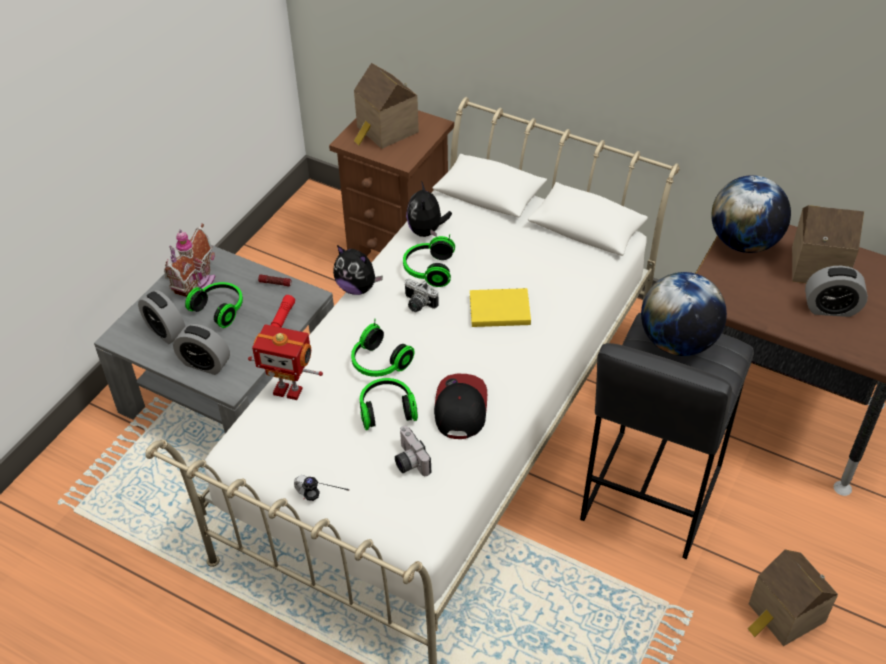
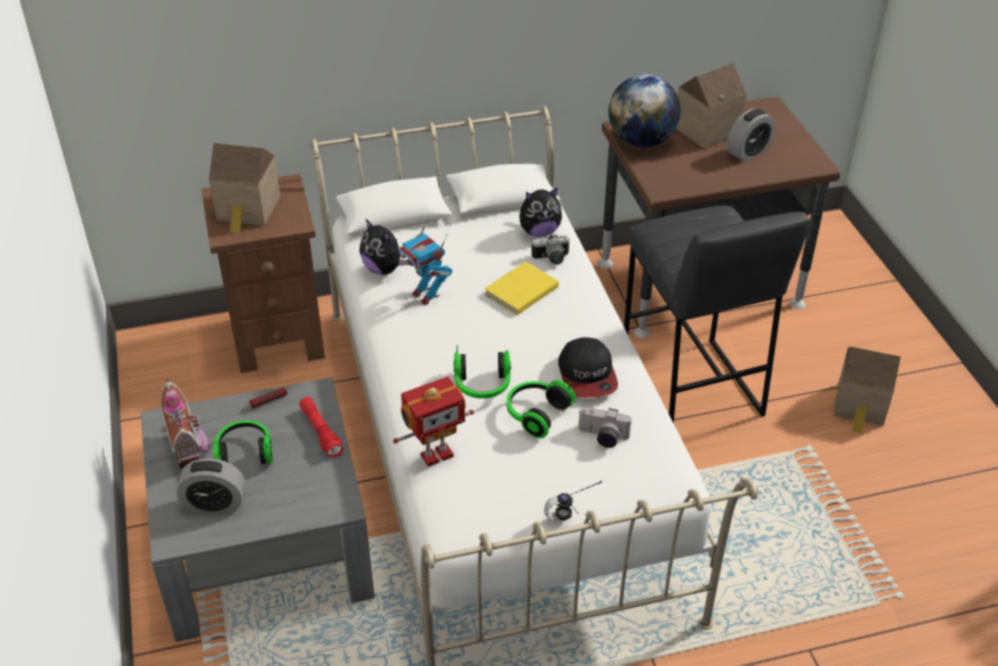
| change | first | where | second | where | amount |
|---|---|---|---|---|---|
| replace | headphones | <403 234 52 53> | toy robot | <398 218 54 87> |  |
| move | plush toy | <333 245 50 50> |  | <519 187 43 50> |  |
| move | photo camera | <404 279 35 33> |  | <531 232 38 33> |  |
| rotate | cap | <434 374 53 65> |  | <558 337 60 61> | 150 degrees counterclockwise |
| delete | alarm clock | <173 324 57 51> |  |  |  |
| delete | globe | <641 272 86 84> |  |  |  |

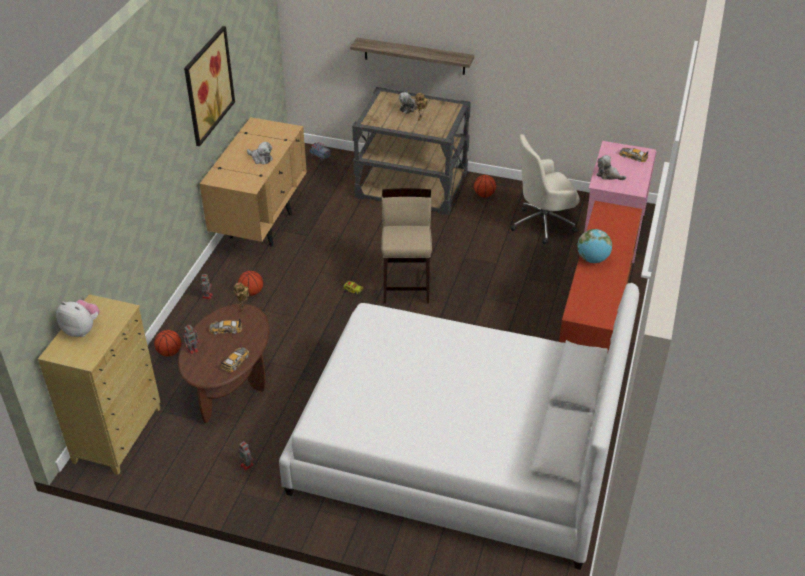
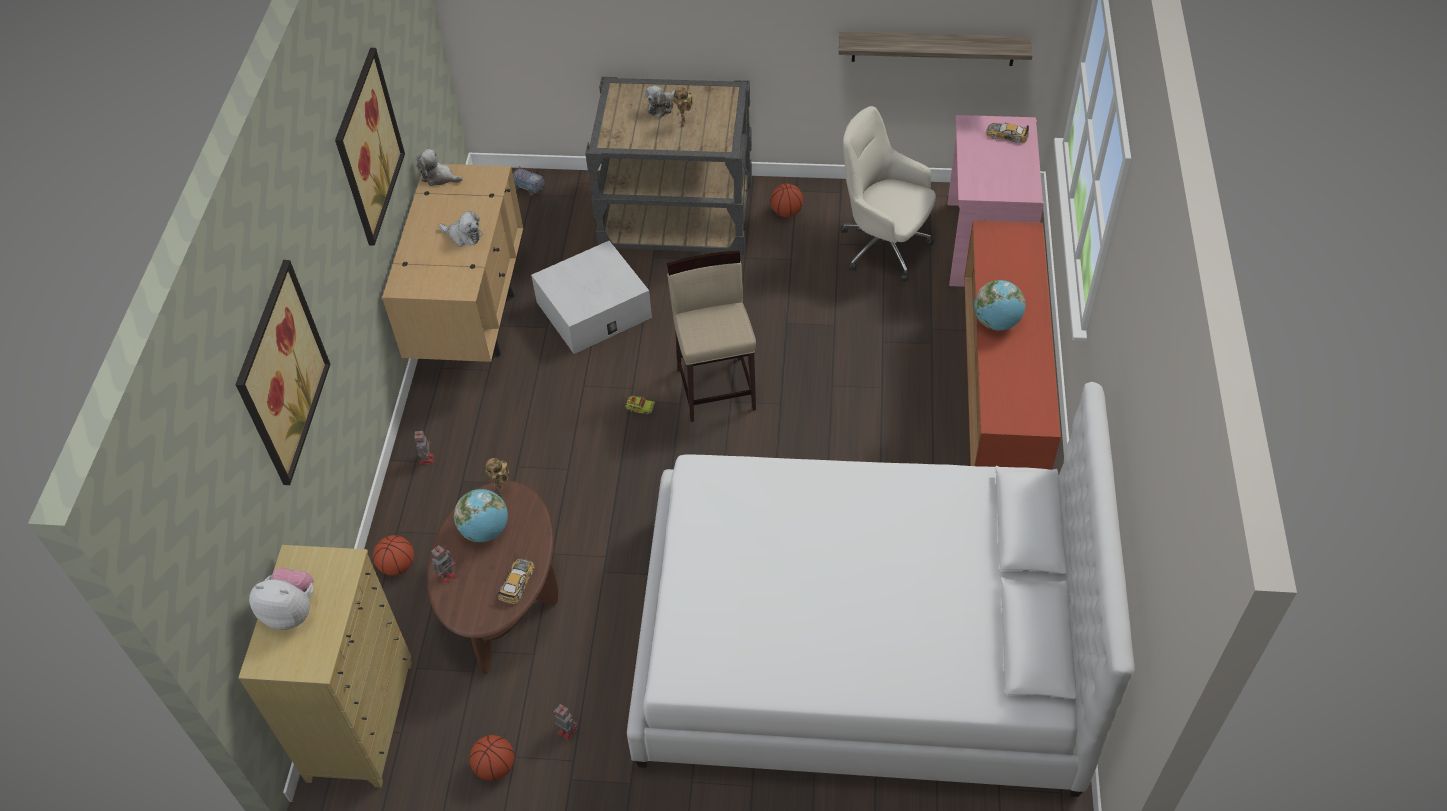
| change | first | where | second | where | amount |
|---|---|---|---|---|---|
| insert |  |  | picture | <235 260 95 225> |  |
| move | plush toy | <597 155 29 25> |  | <417 149 46 37> |  |
| replace | toy car | <209 319 33 15> | globe | <454 489 54 53> |  |
| move | basketball | <238 271 25 25> |  | <469 735 46 46> |  |
| insert |  |  | storage box (white) | <531 241 121 113> |  |
| move | shelf | <350 38 124 37> |  | <838 31 195 35> |  |
| rotate | office chair (beige) | <511 134 69 110> |  | <841 106 95 176> | 60 degrees clockwise |

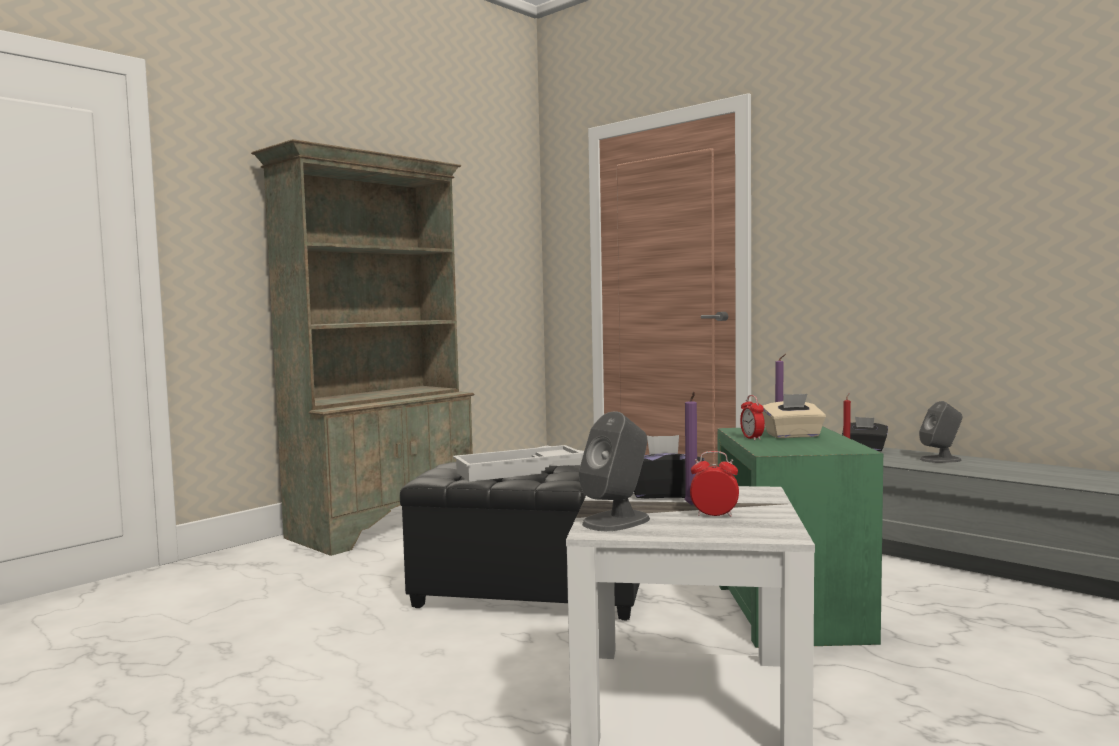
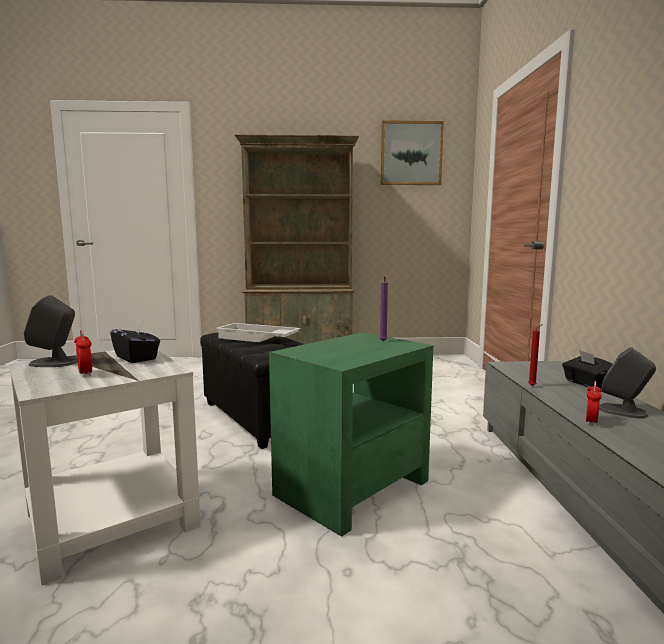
| change | first | where | second | where | amount |
|---|---|---|---|---|---|
| insert |  |  | picture | <381 120 63 65> |  |
| move | alarm clock | <740 395 25 45> |  | <586 381 16 45> |  |
| delete | candle (purple) | <684 392 13 114> |  |  |  |
| delete | tissue box (beige) | <762 394 64 44> |  |  |  |

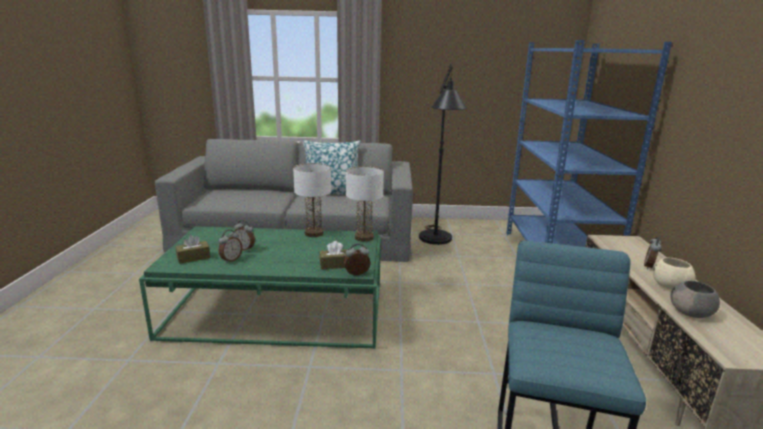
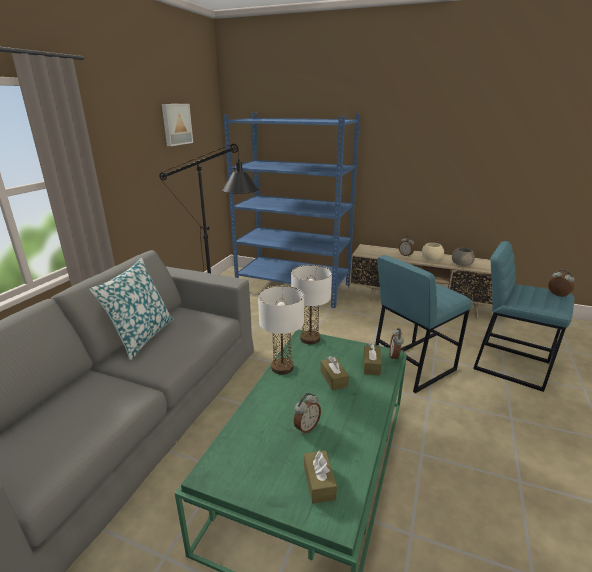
| change | first | where | second | where | amount |
|---|---|---|---|---|---|
| insert |  |  | picture | <162 104 31 42> |  |
| insert |  |  | tissue box (brown) | <320 356 29 35> |  |
| insert |  |  | stool (blue) | <375 255 97 138> |  |
| move | alarm clock | <218 229 24 34> |  | <548 270 26 27> |  |

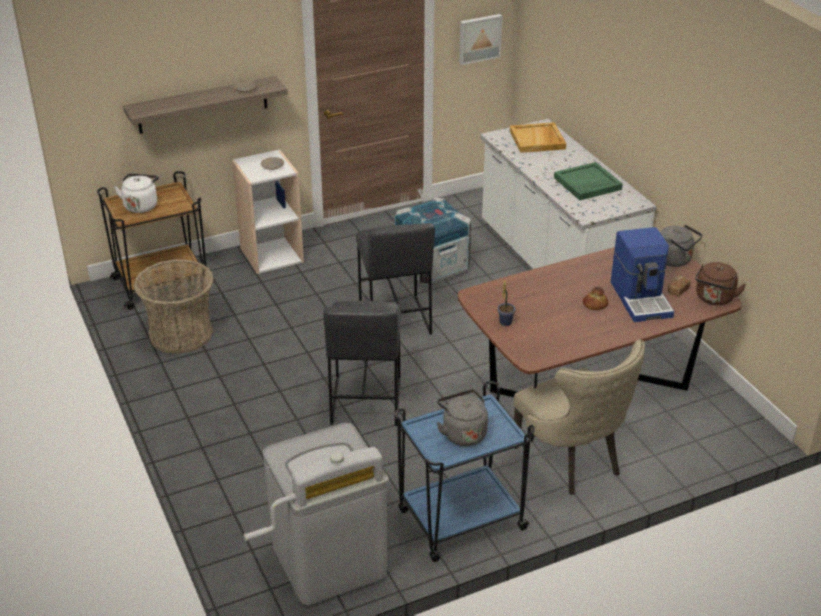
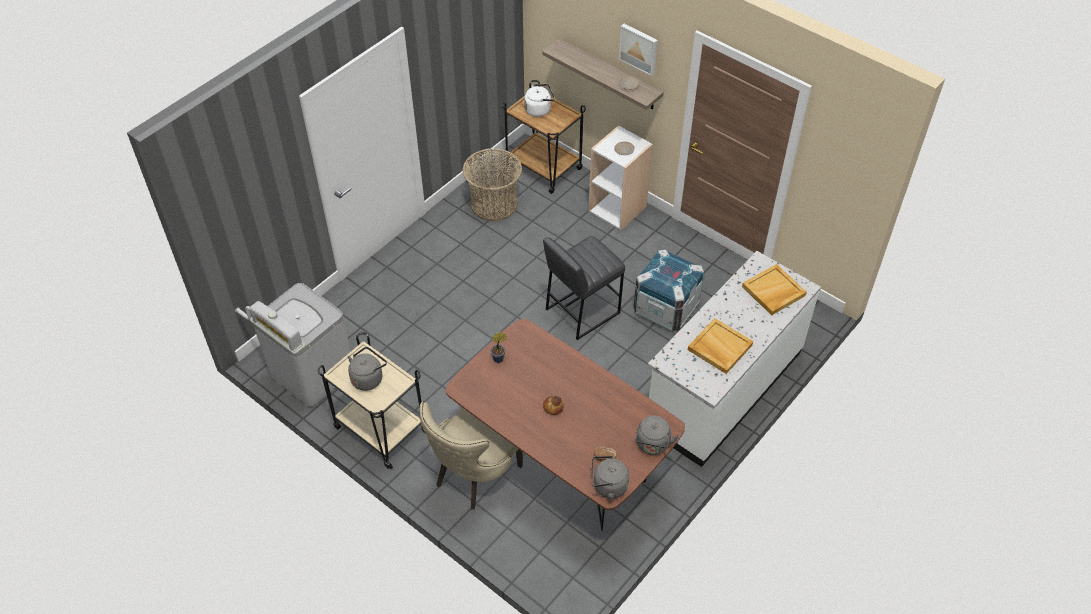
| change | first | where | second | where | amount |
|---|---|---|---|---|---|
| recolor | cart (blue) | <395 381 140 181> | cart (beige) | <318 332 107 137> |  |
| recolor | kettle (brown) | <695 262 51 43> | kettle (grey) | <591 456 38 44> |  |
| move | picture | <459 14 43 51> |  | <619 24 39 52> |  |
| recolor | tray (green) | <554 162 69 38> | tray (beige) | <688 318 65 56> |  |
| delete | stool (grey) | <323 301 78 125> |  |  |  |
| delete | coffee machine | <611 227 63 95> |  |  |  |

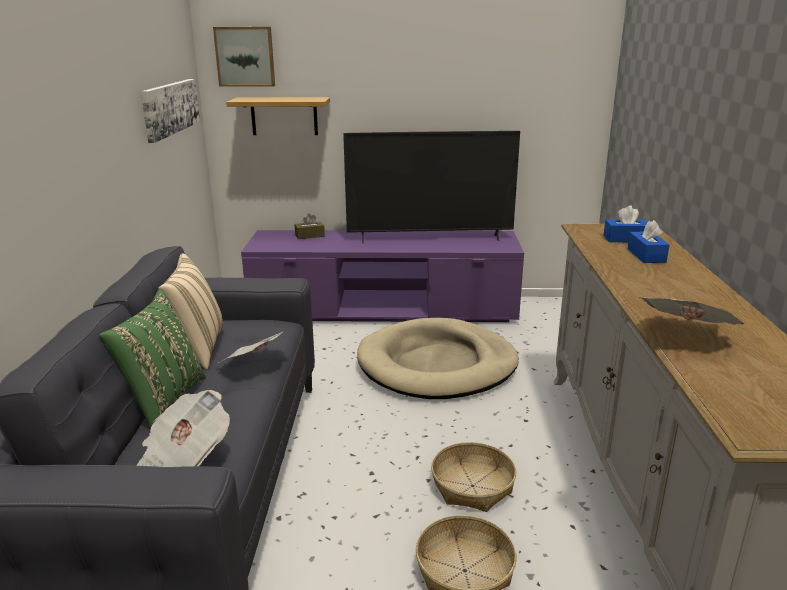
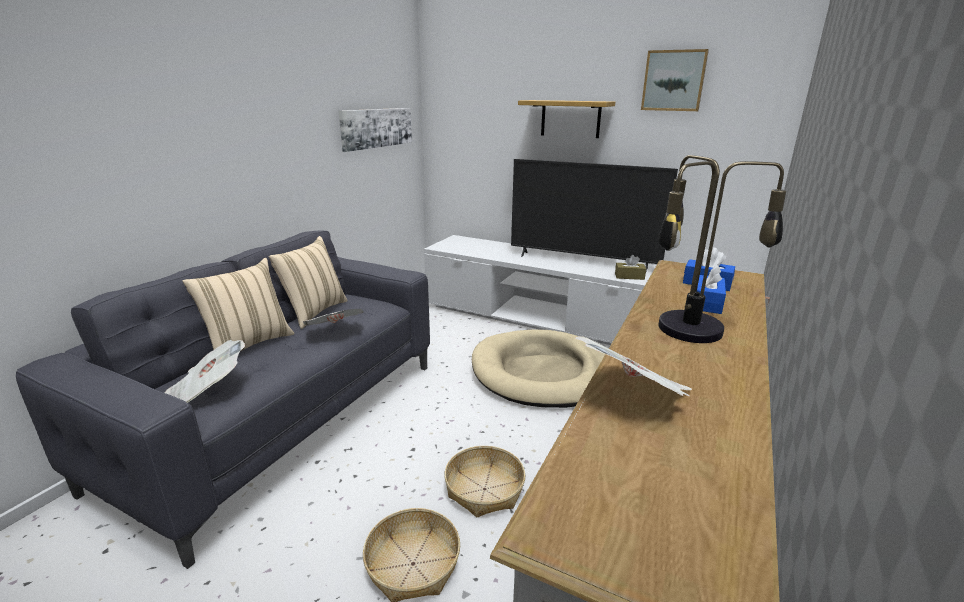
| change | first | where | second | where | amount |
|---|---|---|---|---|---|
| recolor | pillow (green) | <99 290 107 140> | pillow (beige) | <182 258 113 93> |  |
| recolor | tv stand (purple) | <241 230 283 92> | tv stand (white) | <424 235 232 110> |  |
| move | shelf | <226 97 104 38> |  | <518 100 97 38> |  |
| move | tissue box (brown) | <295 214 30 25> |  | <615 255 31 25> |  |
| move | picture | <213 27 62 60> |  | <641 49 68 62> |  |
| insert |  |  | table lamp | <658 155 128 188> |  |

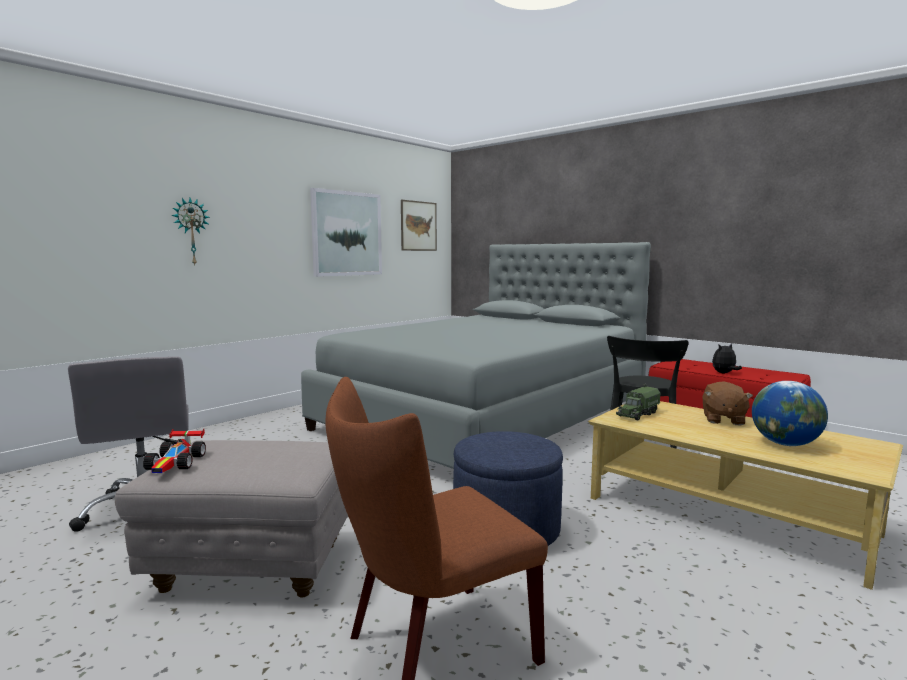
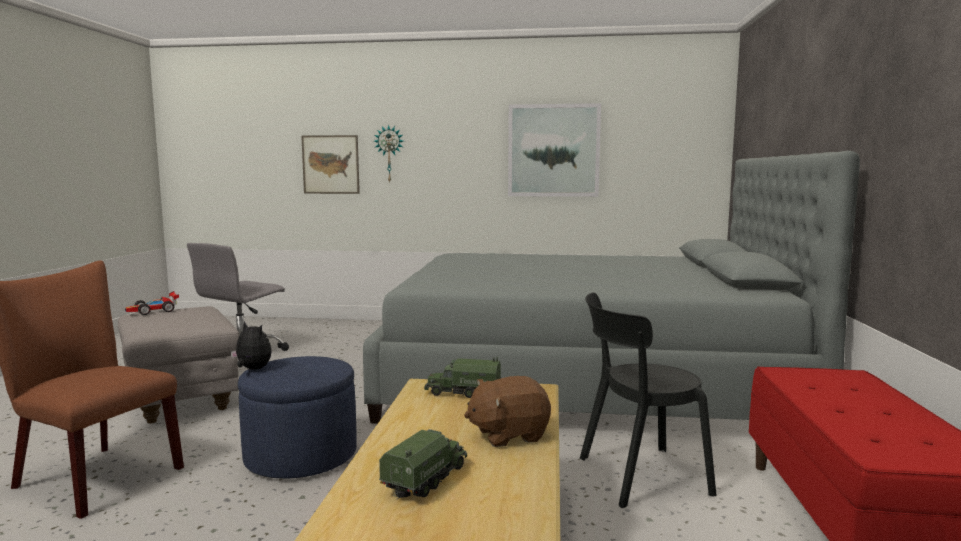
| change | first | where | second | where | amount |
|---|---|---|---|---|---|
| move | plush toy | <712 343 30 30> |  | <231 321 41 49> |  |
| move | picture | <401 200 36 51> |  | <301 135 59 59> |  |
| replace | globe | <752 381 76 65> | toy truck | <379 429 88 71> |  |

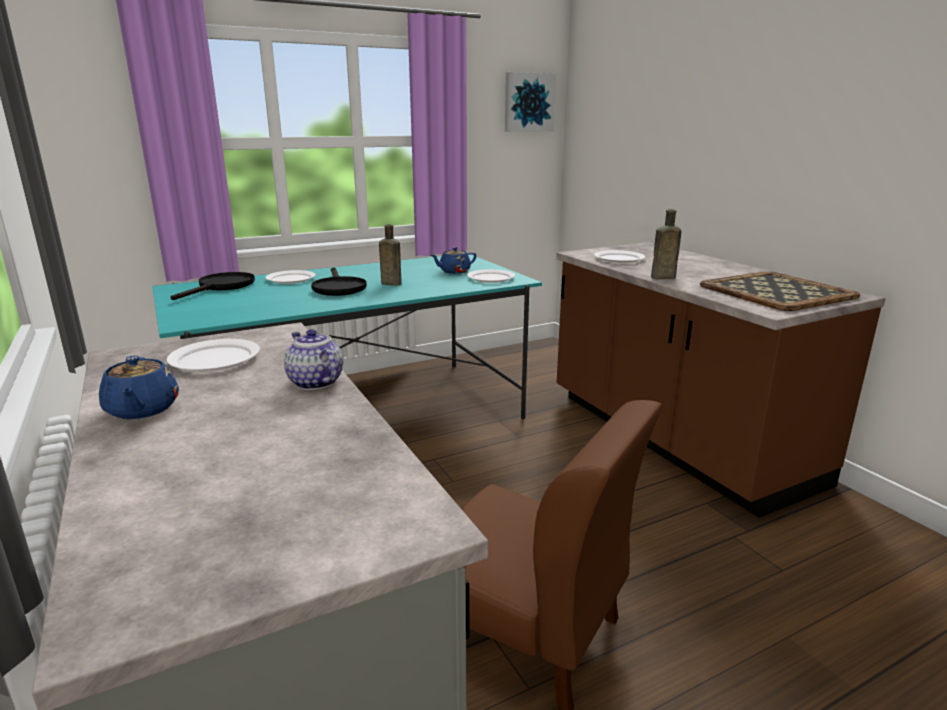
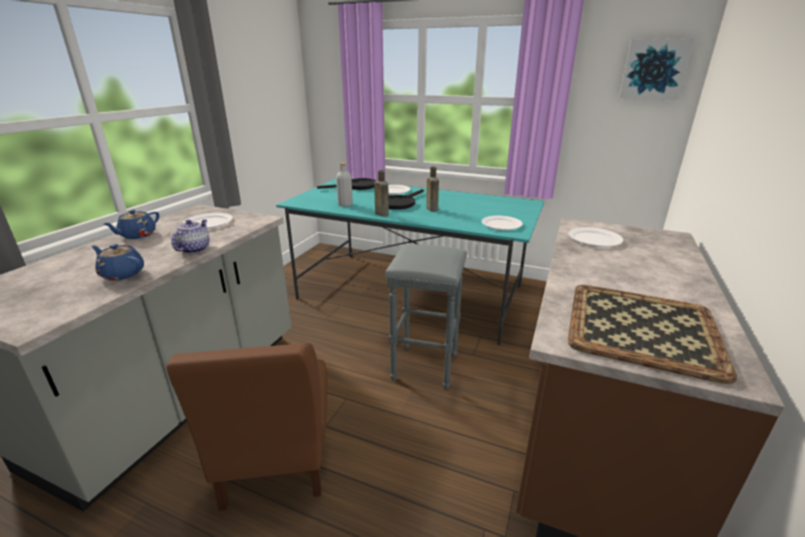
| change | first | where | second | where | amount |
|---|---|---|---|---|---|
| move | teapot (blue) | <431 247 45 27> |  | <92 244 52 37> |  |
| insert |  |  | bottle (grey) | <336 163 17 44> |  |
| move | bottle (brown) | <651 209 30 70> |  | <374 170 15 47> |  |
| insert |  |  | stool (grey) | <385 244 82 146> |  |

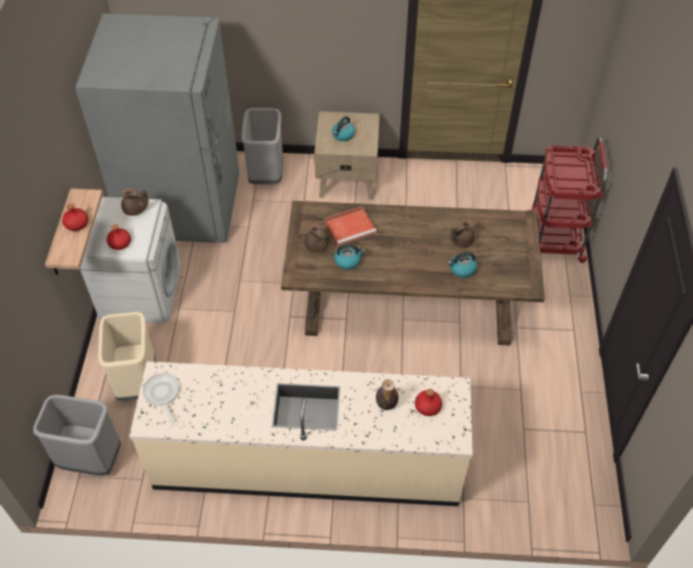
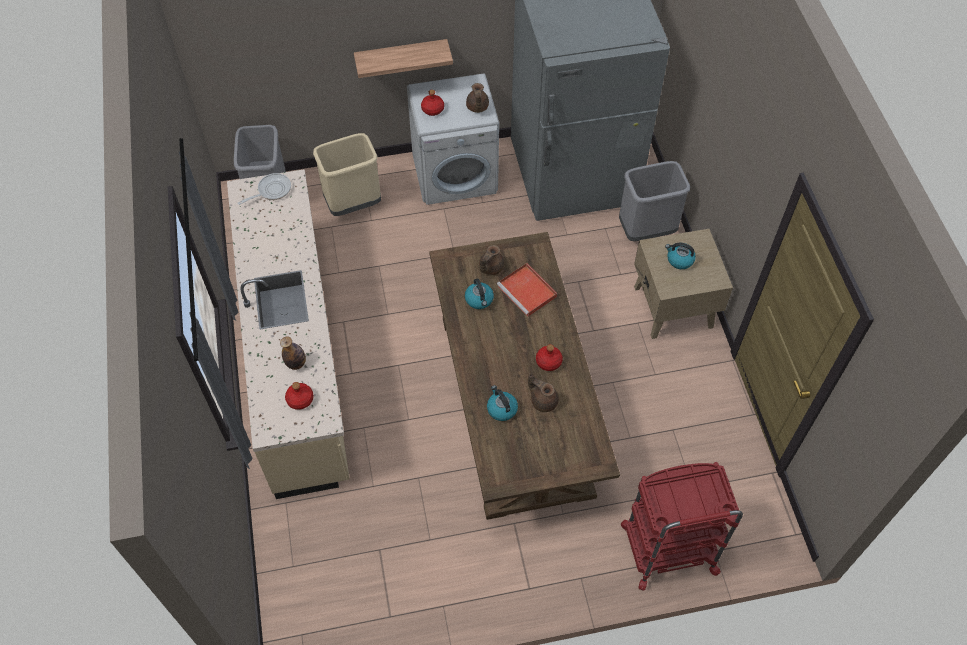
| change | first | where | second | where | amount |
|---|---|---|---|---|---|
| move | bottle (red) | <62 203 27 28> |  | <536 344 27 27> |  |

